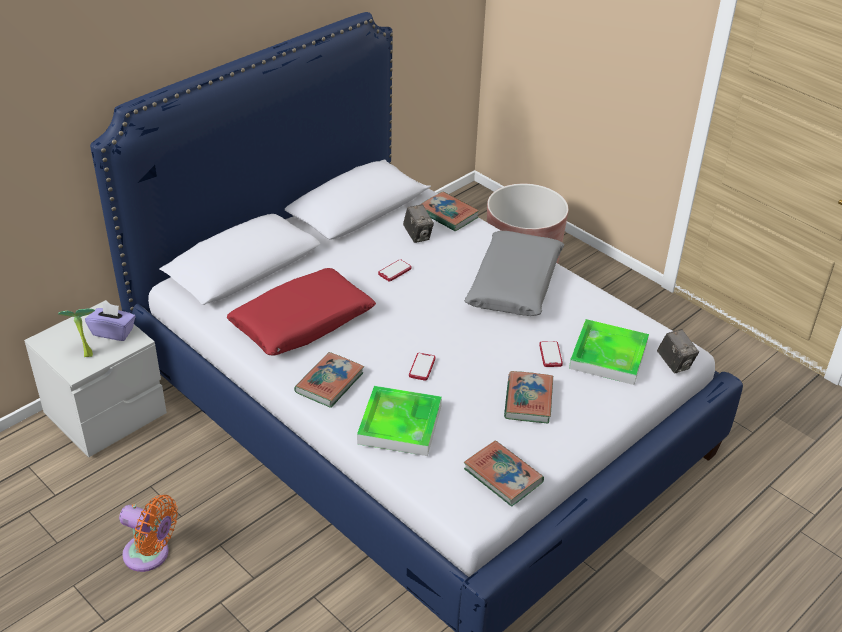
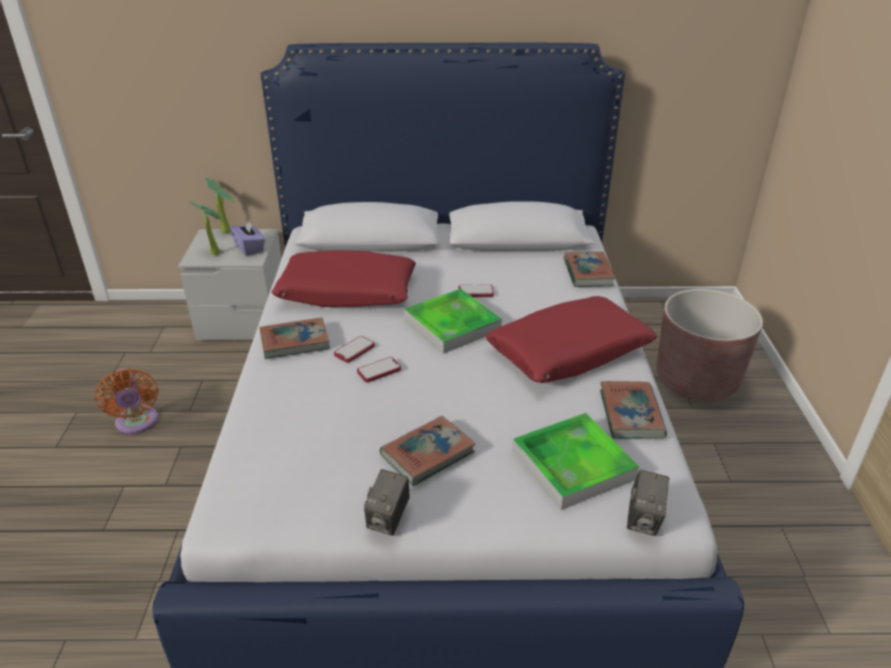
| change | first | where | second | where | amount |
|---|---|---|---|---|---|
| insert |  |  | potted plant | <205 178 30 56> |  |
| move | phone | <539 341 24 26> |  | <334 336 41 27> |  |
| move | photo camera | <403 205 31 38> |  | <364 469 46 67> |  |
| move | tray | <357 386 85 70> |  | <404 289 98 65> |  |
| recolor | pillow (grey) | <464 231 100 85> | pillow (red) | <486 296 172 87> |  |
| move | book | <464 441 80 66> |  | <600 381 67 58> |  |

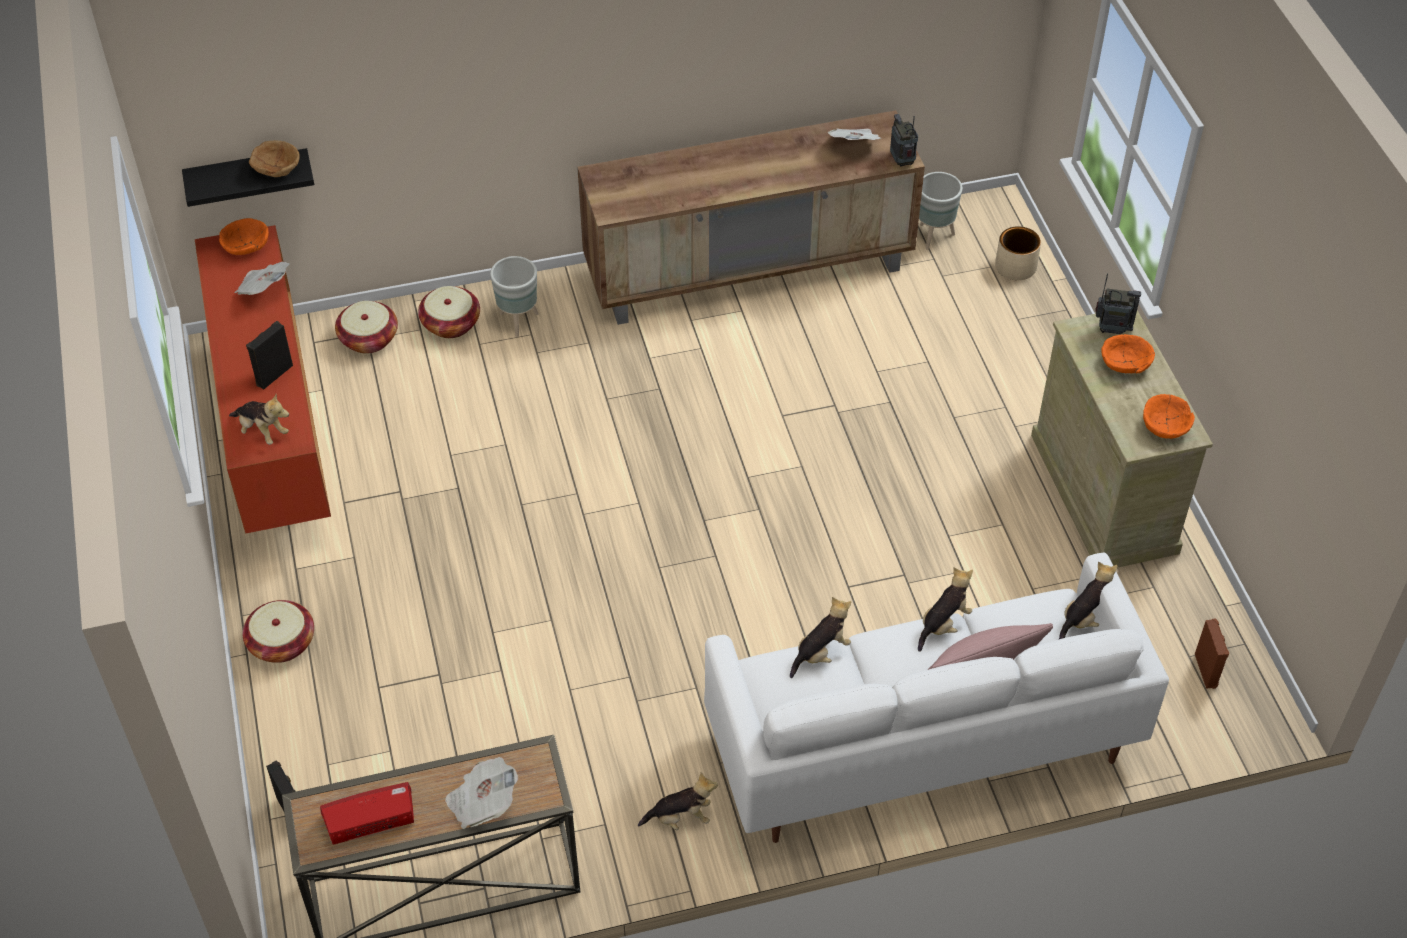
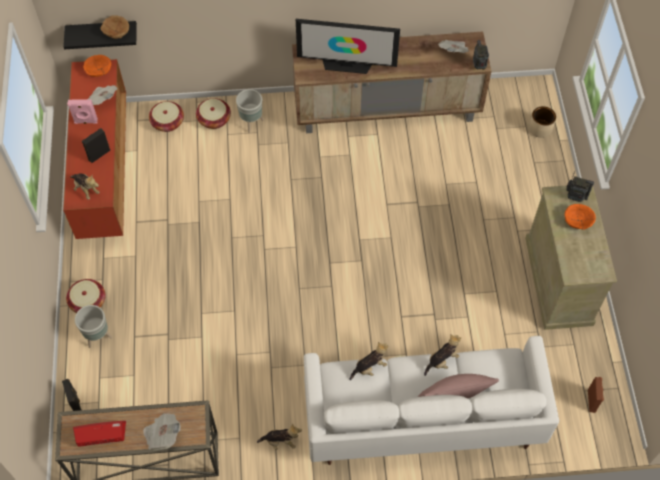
| change | first | where | second | where | amount |
|---|---|---|---|---|---|
| insert |  |  | speaker (pink) | <67 99 31 25> |  |
| move | planter (grey) | <919 172 44 77> |  | <75 305 37 43> |  |
| insert |  |  | television | <296 19 104 55> |  |
| delete | plush toy | <1059 562 58 77> |  |  |  |
| delete | bowl (orange) | <1143 394 52 45> |  |  |  |

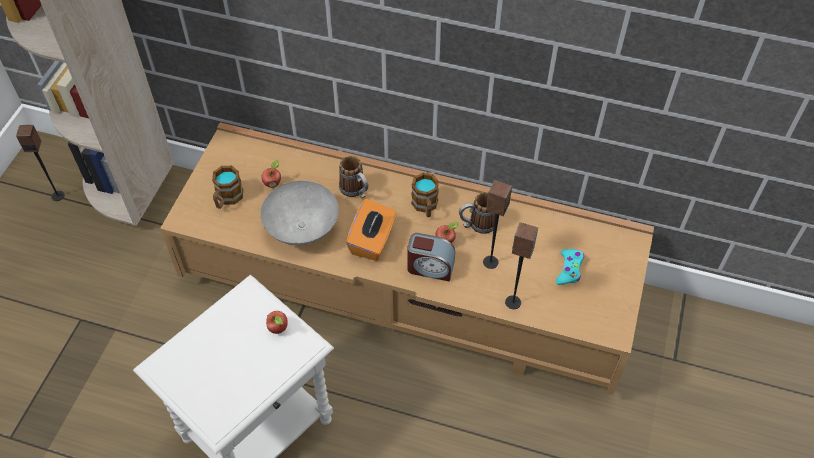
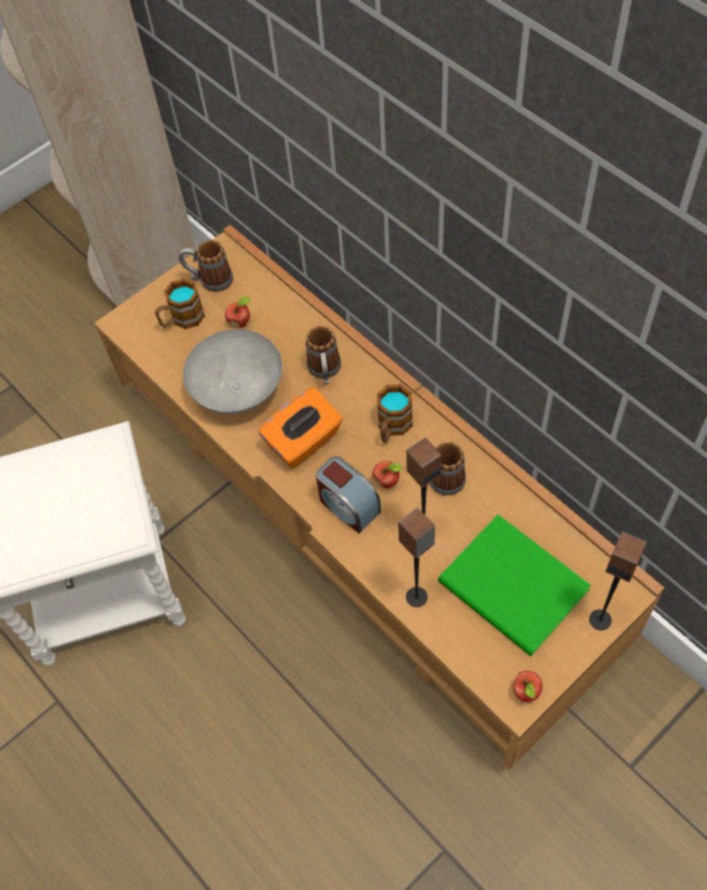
| change | first | where | second | where | amount |
|---|---|---|---|---|---|
| insert |  |  | mug | <179 240 54 52> |  |
| replace | game controller (turquoise) | <556 249 28 36> | book (green) | <438 515 153 141> |  |
| move | apple | <266 311 22 23> |  | <513 671 30 31> |  |
| move | speaker | <16 125 49 76> |  | <589 531 58 99> |  |

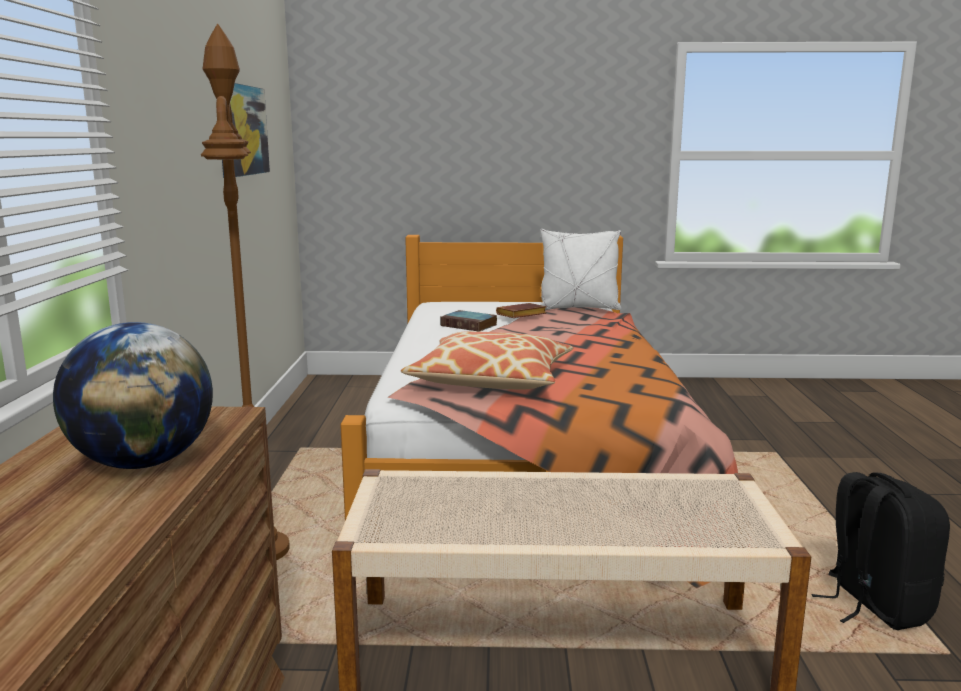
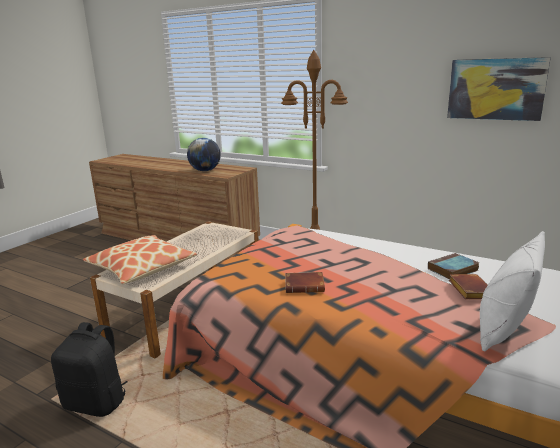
| change | first | where | second | where | amount |
|---|---|---|---|---|---|
| move | pillow | <401 331 172 59> |  | <83 235 114 49> |  |
| insert |  |  | book (brown) | <285 272 40 21> |  |

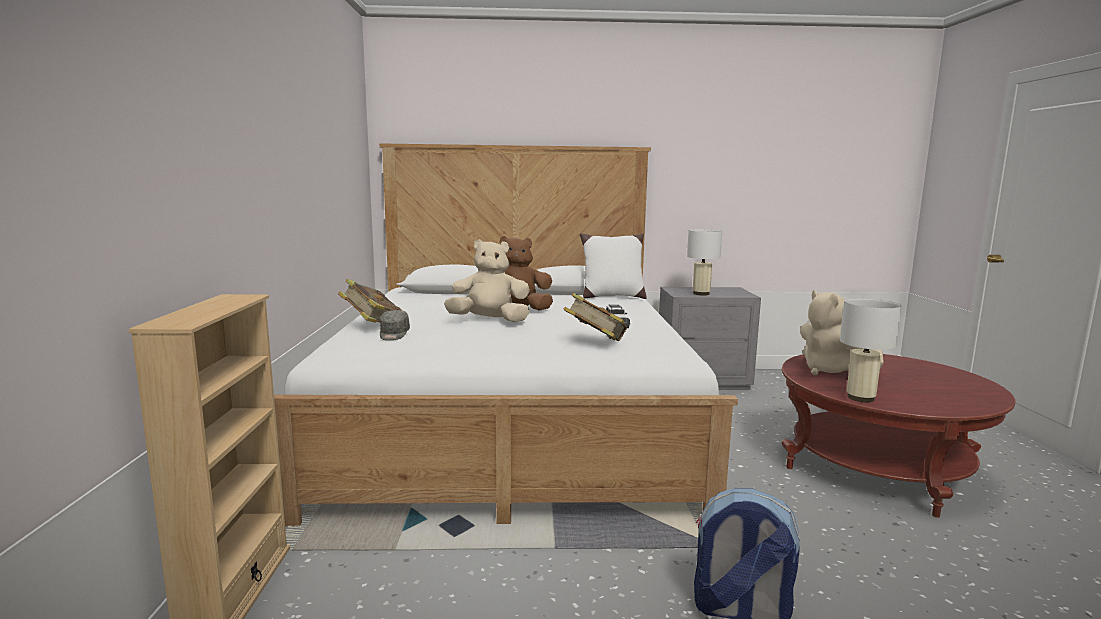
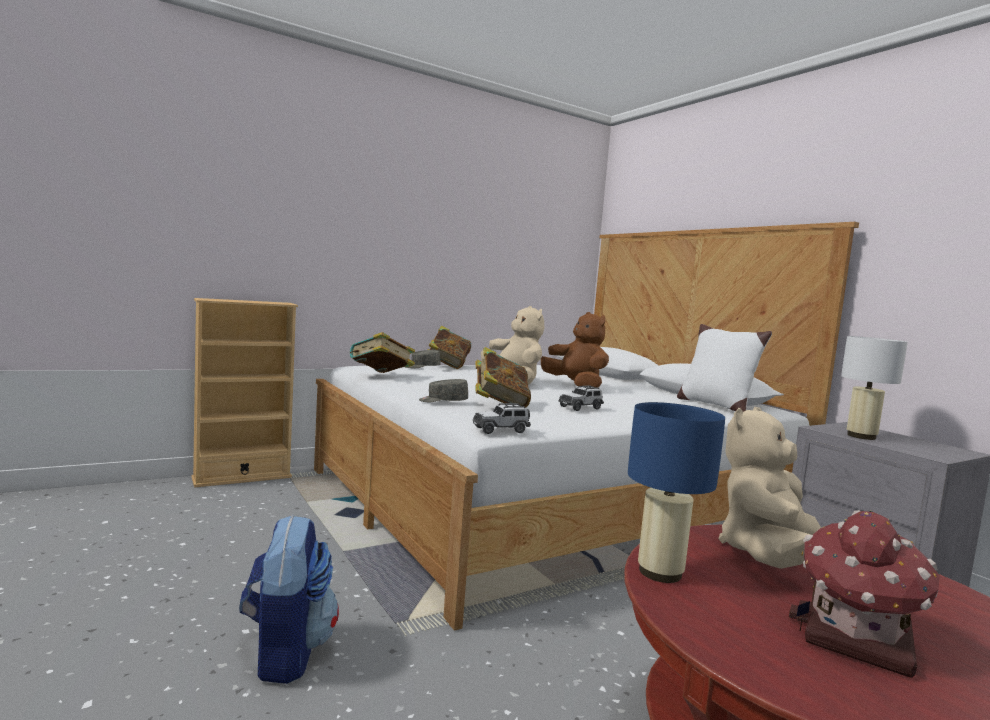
| change | first | where | second | where | amount |
|---|---|---|---|---|---|
| insert |  |  | book | <350 332 65 41> |  |
| insert |  |  | cap (grey) | <419 379 49 23> |  |
| insert |  |  | toy car | <472 403 59 31> |  |
| recolor | table lamp (white) | <840 298 61 104> | table lamp (blue) | <628 402 97 181> |  |
| insert |  |  | toy house | <789 510 151 168> |  |

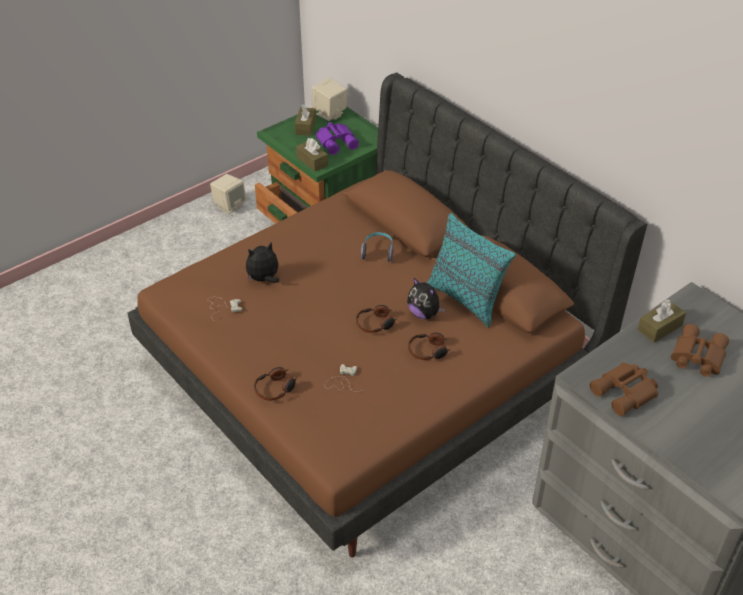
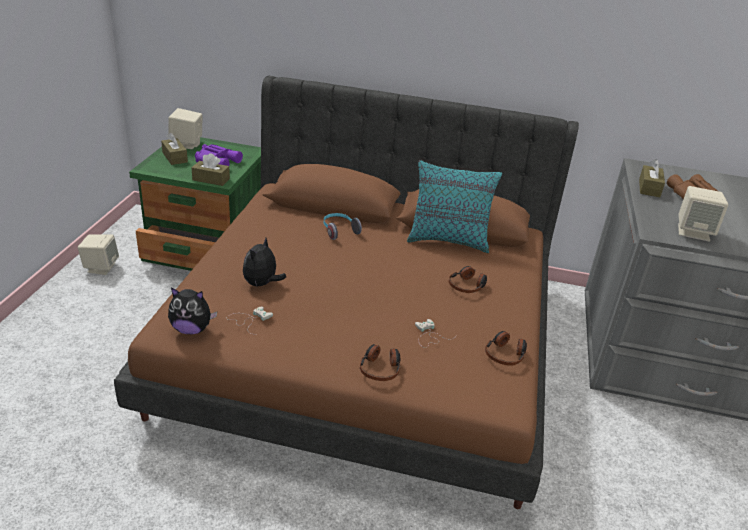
| change | first | where | second | where | amount |
|---|---|---|---|---|---|
| move | plush toy | <407 278 38 41> |  | <168 287 49 47> |  |
| move | headphones | <356 305 41 28> |  | <485 331 42 35> |  |
| replace | binoculars (brown) | <590 363 68 53> | speaker (beige) | <678 186 50 56> |  |

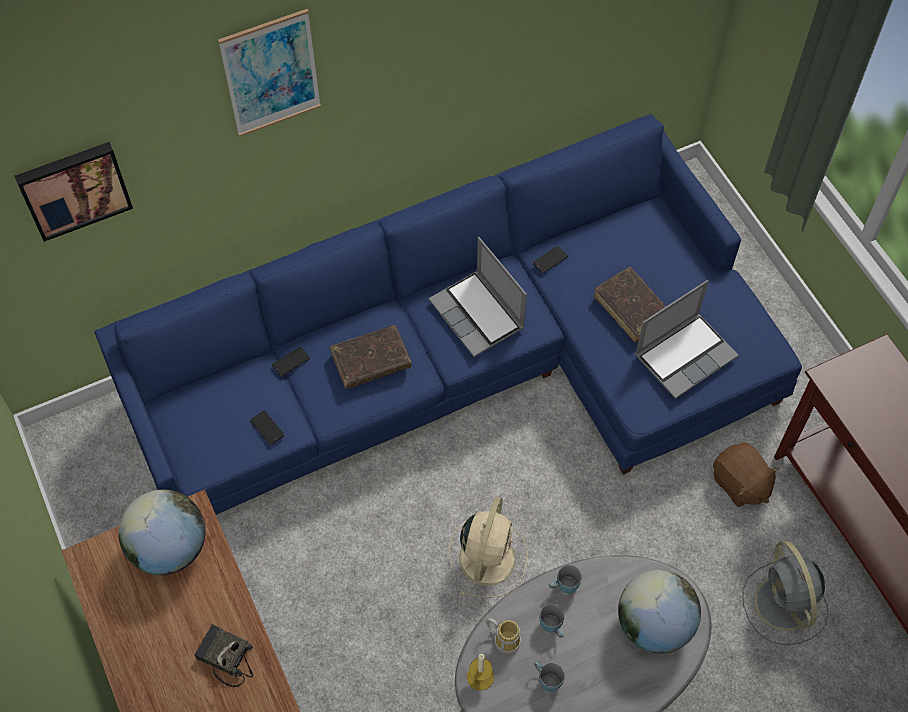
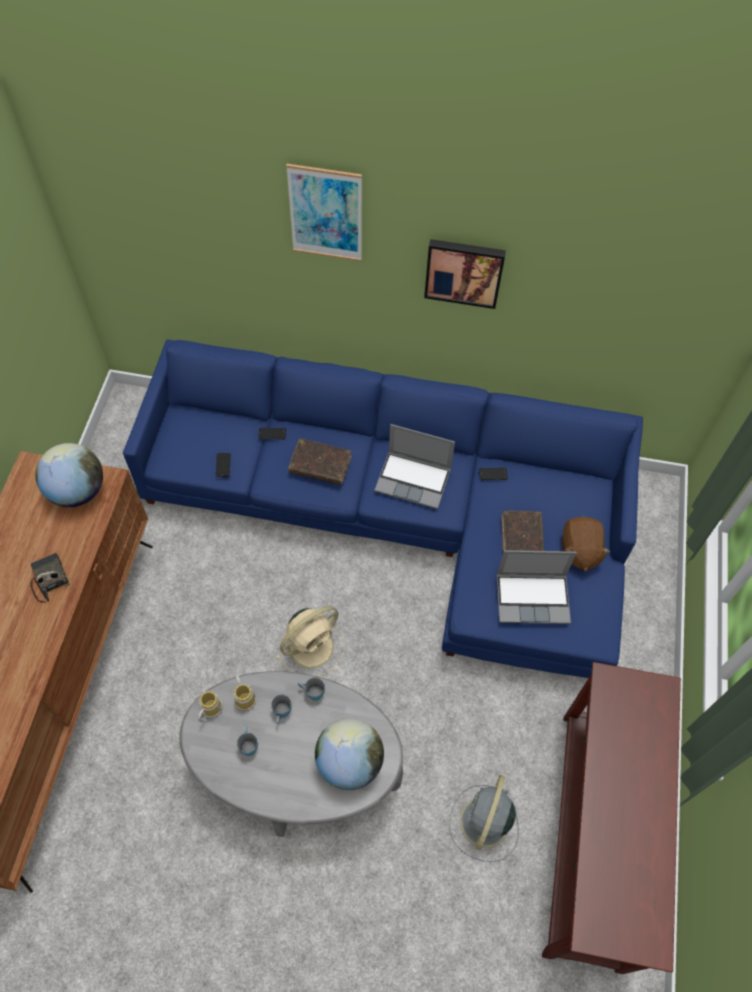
| change | first | where | second | where | amount |
|---|---|---|---|---|---|
| replace | candle | <467 654 27 37> | mug | <198 691 25 31> |  |
| rotate | laptop | <429 237 98 120> |  | <375 424 80 85> | 75 degrees counterclockwise |
| move | picture | <15 142 118 100> |  | <424 239 82 70> |  |
| move | plush toy (brown) | <713 443 66 64> |  | <562 517 49 55> |  |

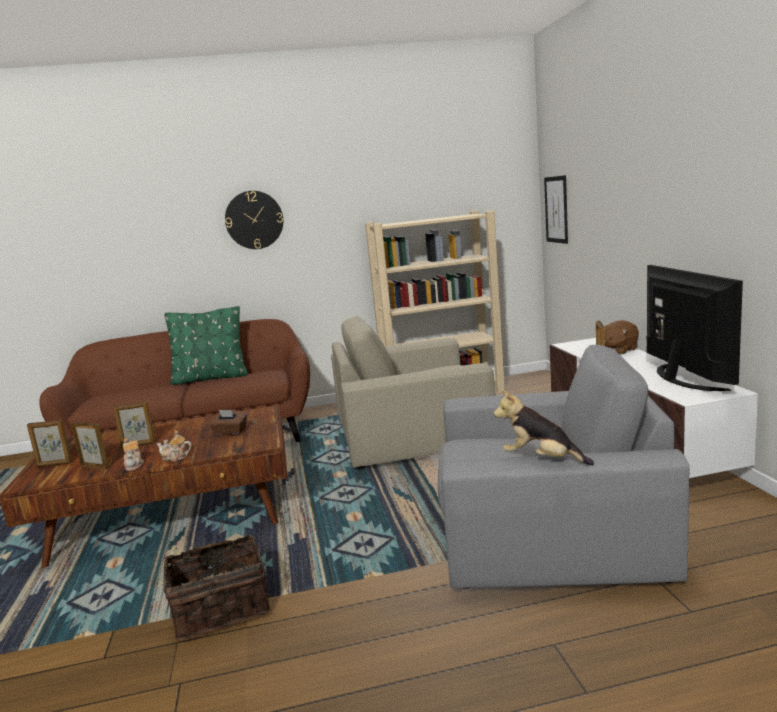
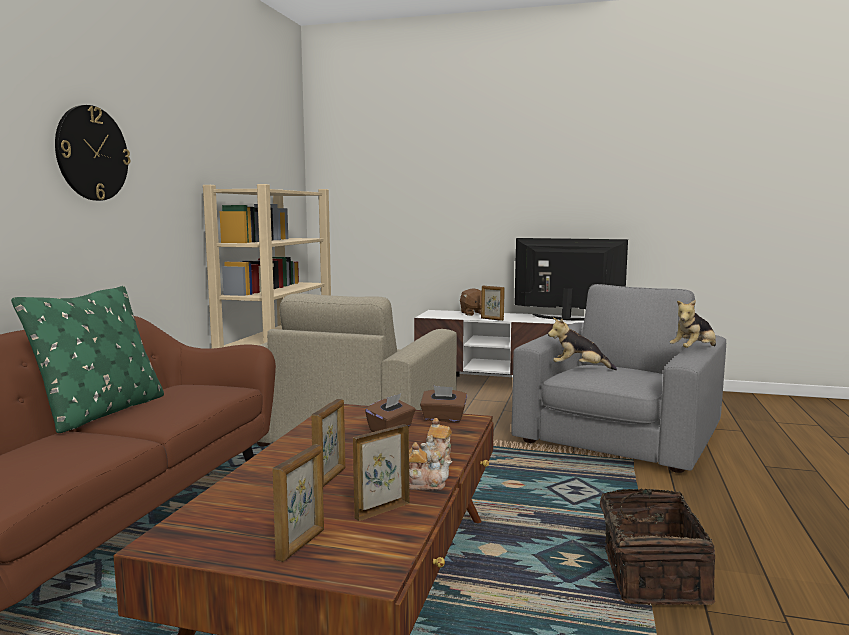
| change | first | where | second | where | amount |
|---|---|---|---|---|---|
| insert |  |  | tissue box (brown) | <420 386 47 36> |  |
| insert |  |  | plush toy | <548 318 69 52> |  |
| delete | picture | <544 175 24 69> |  |  |  |

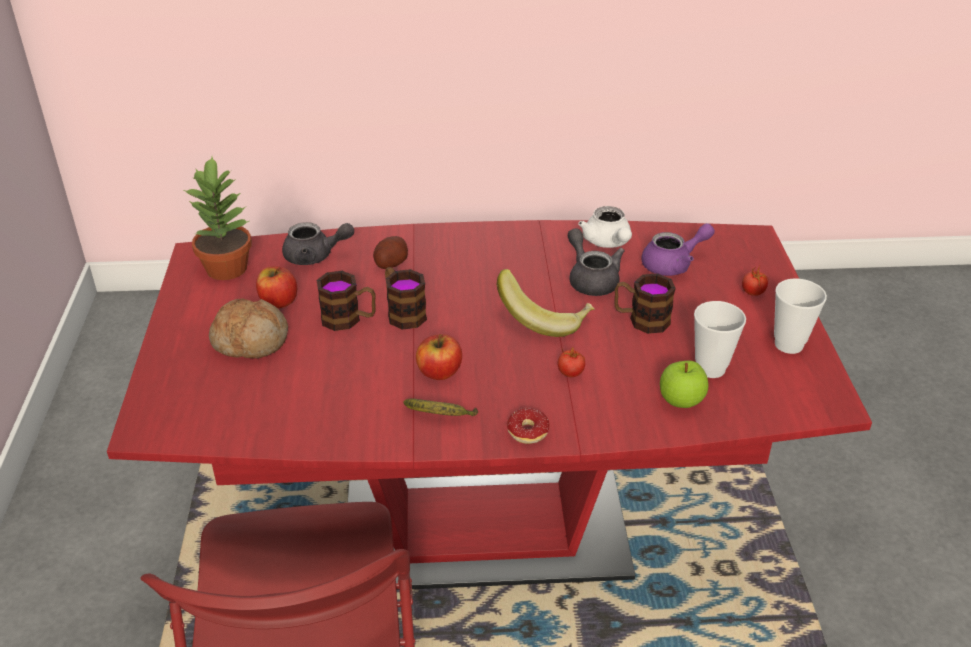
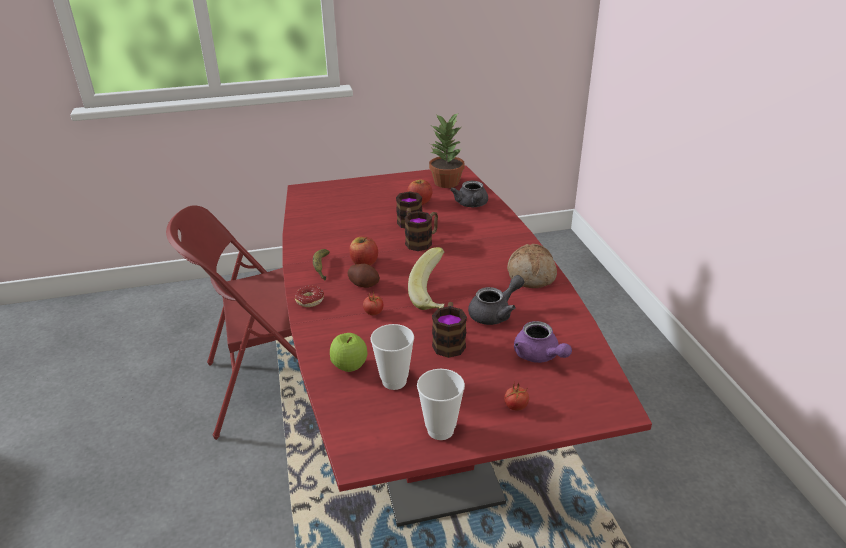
| change | first | where | second | where | amount |
|---|---|---|---|---|---|
| move | potato | <373 236 35 33> |  | <348 264 32 24> |  |
| move | bread | <209 298 79 61> |  | <507 244 50 44> |  |
| delete | teapot (white) | <578 206 54 42> |  |  |  |

